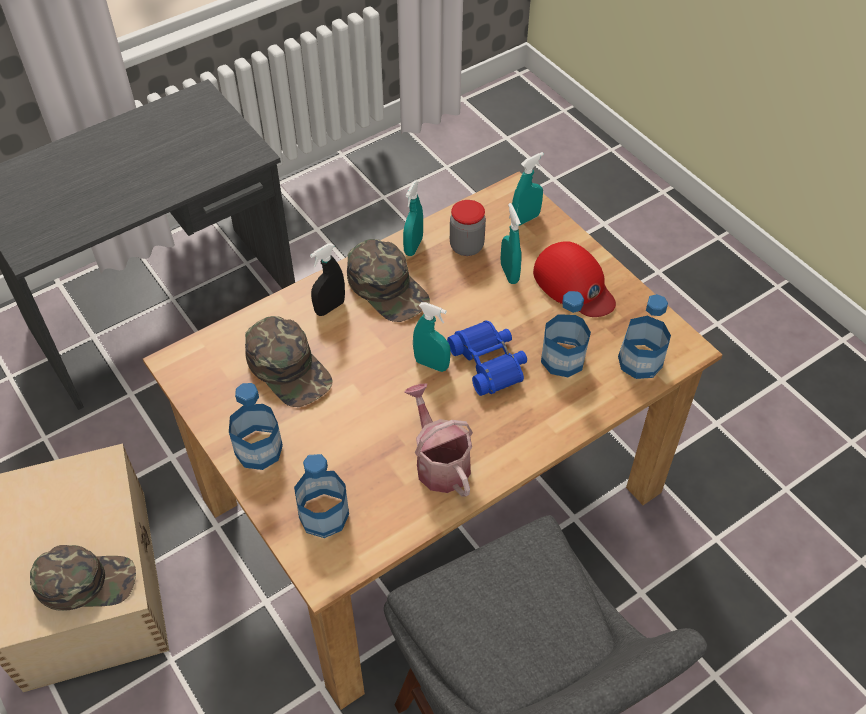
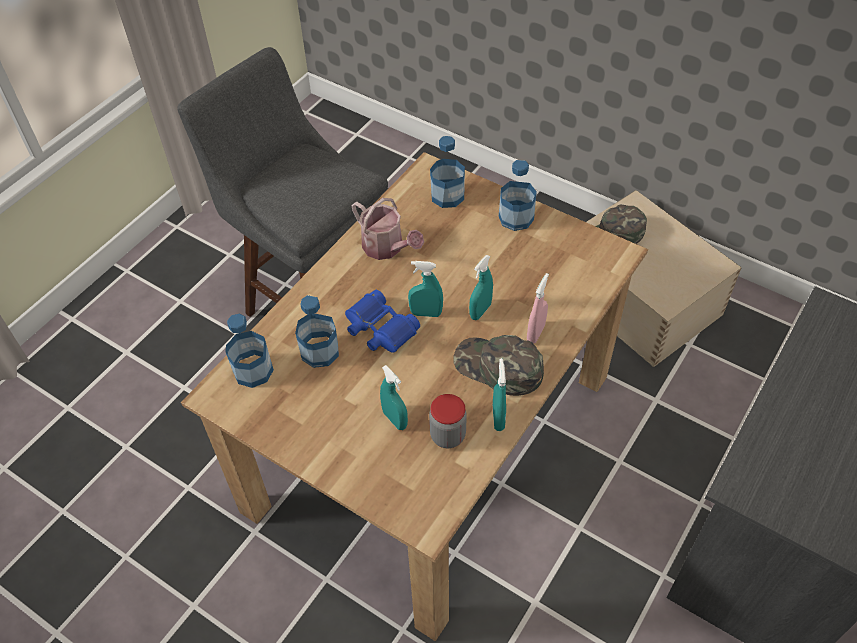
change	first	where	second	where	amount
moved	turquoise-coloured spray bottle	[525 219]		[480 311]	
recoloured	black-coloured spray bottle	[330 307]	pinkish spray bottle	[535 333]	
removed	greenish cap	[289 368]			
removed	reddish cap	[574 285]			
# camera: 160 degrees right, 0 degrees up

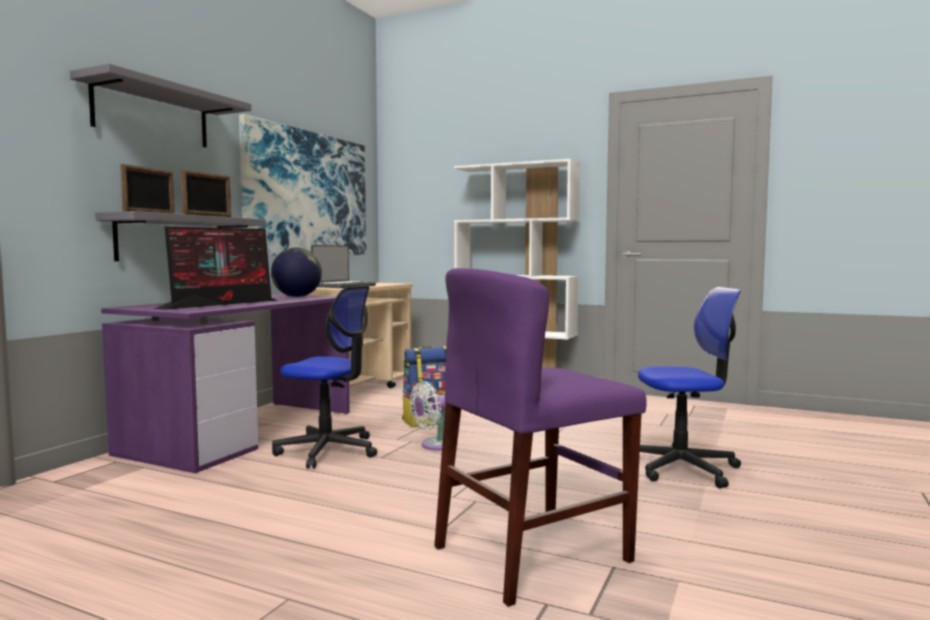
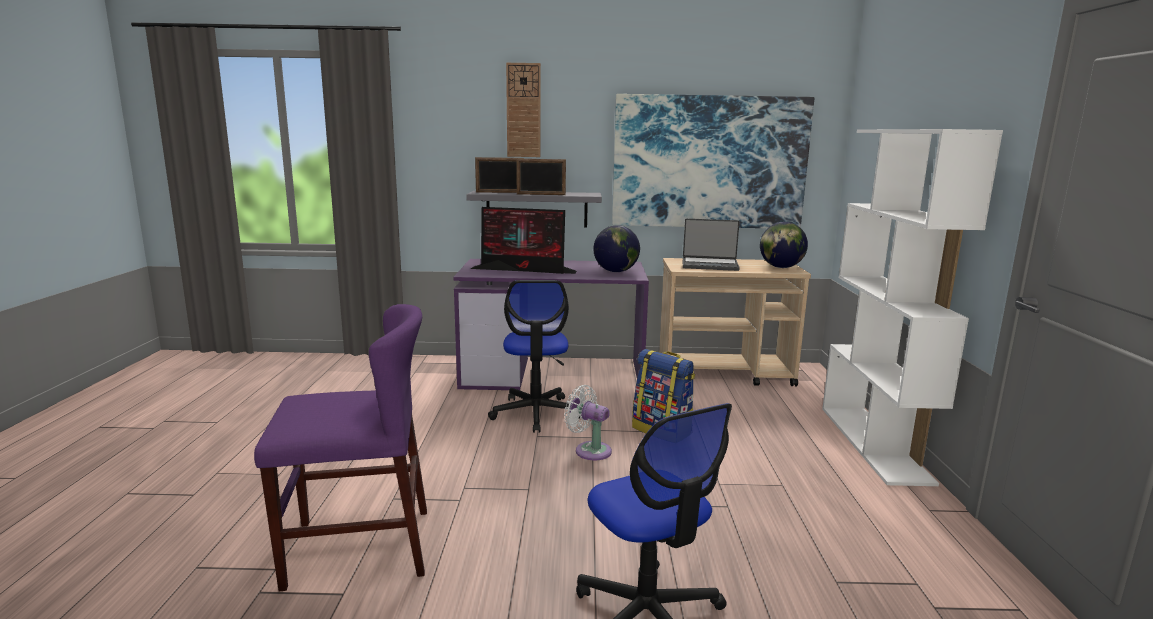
change	first	where	second	where	amount
turned	purplish chair	[532 554]		[359 548]	135 degrees clockwise
replaced	gray bracket shelf	[152 114]	hanging clock	[523 110]	
added			globe	[781 267]	
# camera: 65 degrees right, 10 degrees up

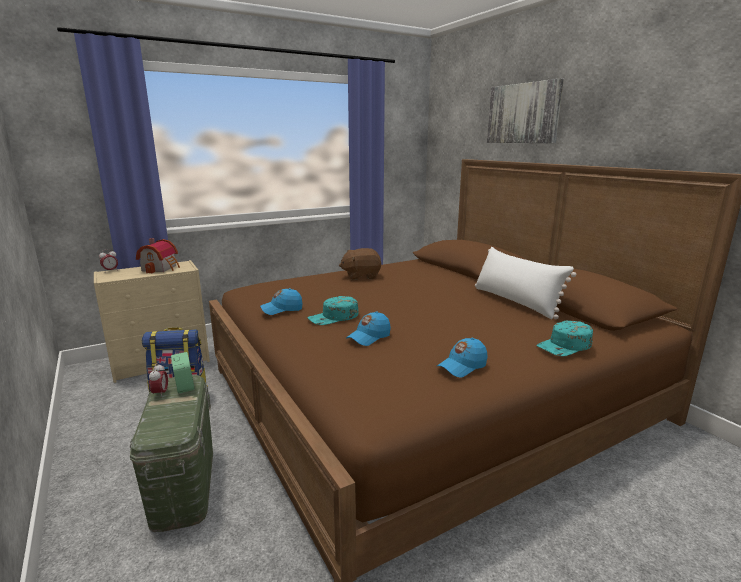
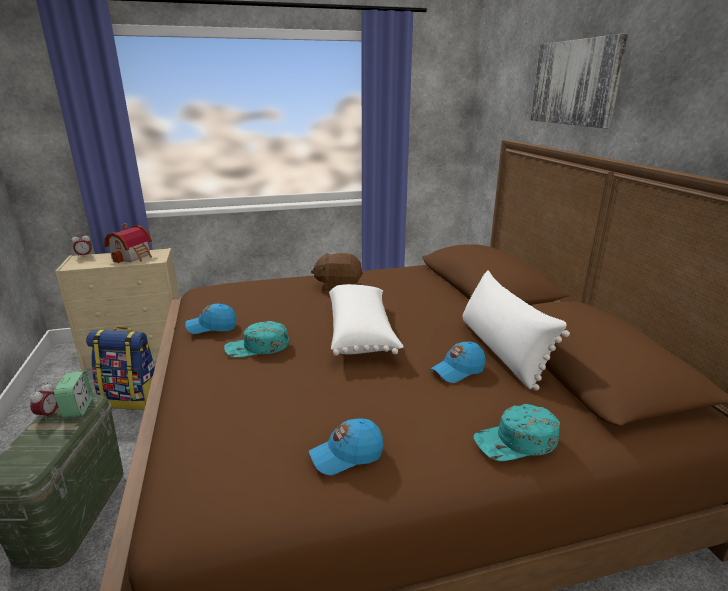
change	first	where	second	where	amount
added			white cushion	[361 333]	
moved	blue cap	[369 337]		[458 370]	
# camera: 15 degrees right, 5 degrees up

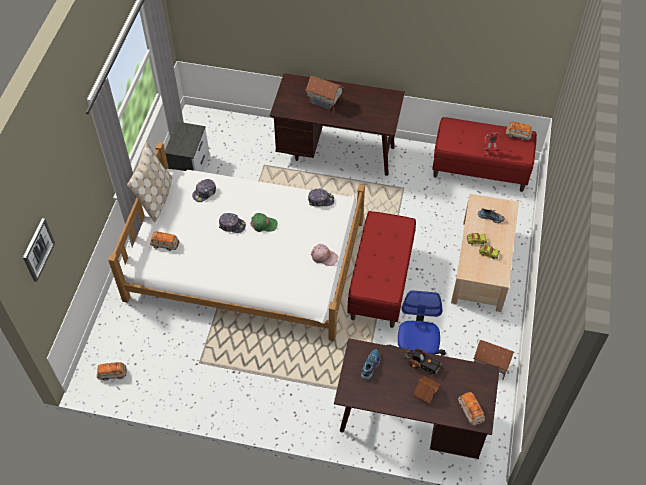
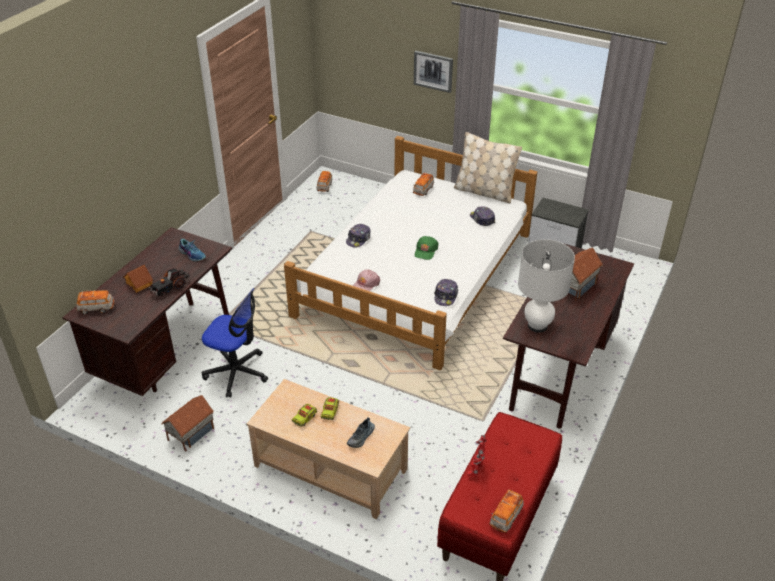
change	first	where	second	where	amount
moved	cap	[232 225]		[358 239]	
moved	wall art	[37 249]		[433 71]	
added			white lamp for a table	[537 325]	
removed	reddish indoor bench	[380 282]			
# camera: 105 degrees right, 15 degrees down

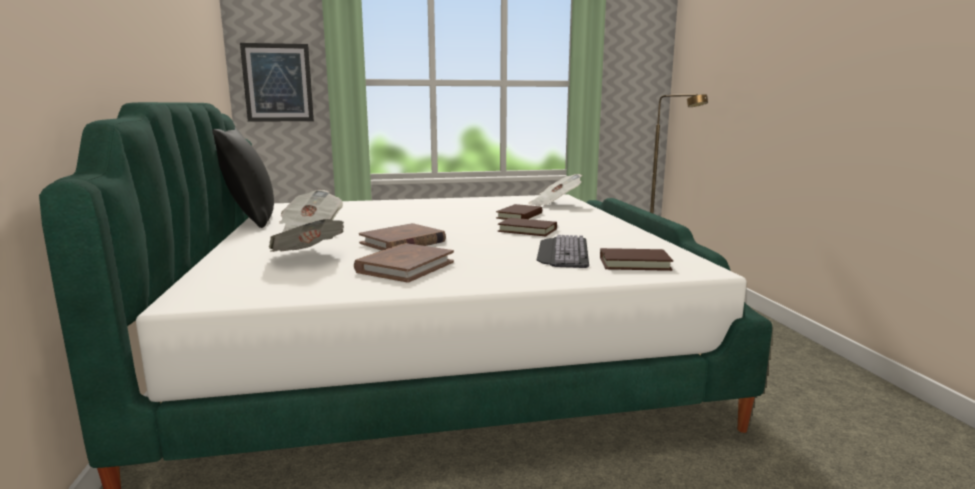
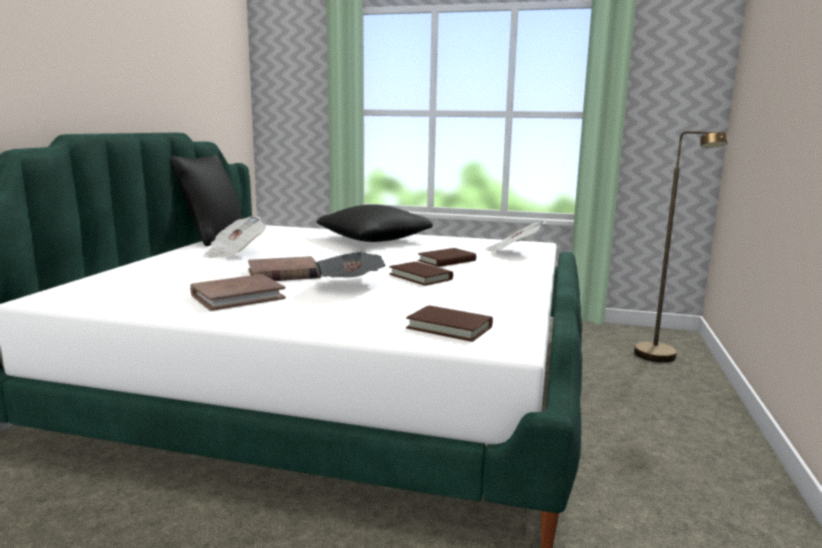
change	first	where	second	where	amount
moved	newspaper	[308 257]		[350 286]	
added			black-coloured cushion	[374 239]	
removed	wall art	[278 83]			
removed	computer keyboard	[562 251]			
# camera: 25 degrees right, 0 degrees up

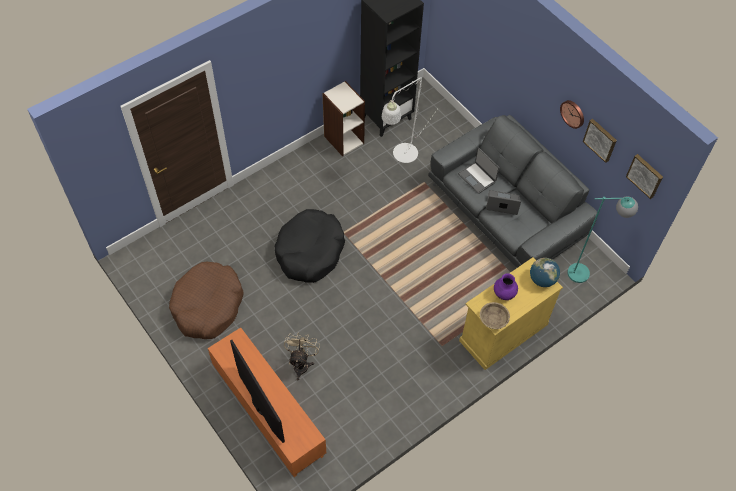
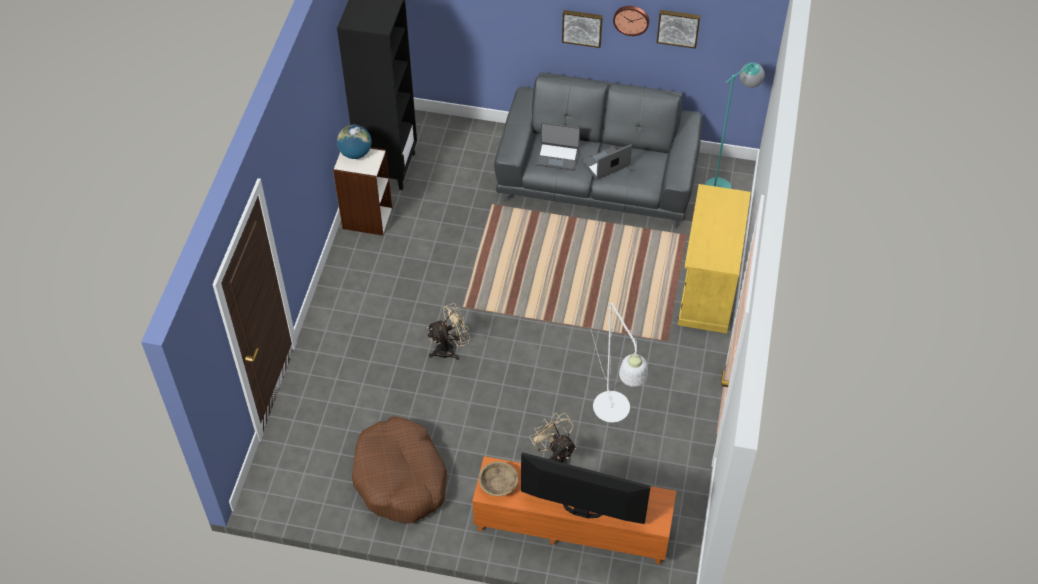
change	first	where	second	where	amount
moved	globe	[542 279]		[355 153]	
replaced	black-coloured dog bed	[310 251]	sand-coloured fan	[449 349]	
moved	sand-coloured bowl	[493 320]		[498 484]	
moved	wall art	[645 175]		[582 27]	
moved	white floor lamp	[402 157]		[614 415]	
removed	purplish vase	[504 293]			
# camera: 40 degrees left, 5 degrees down

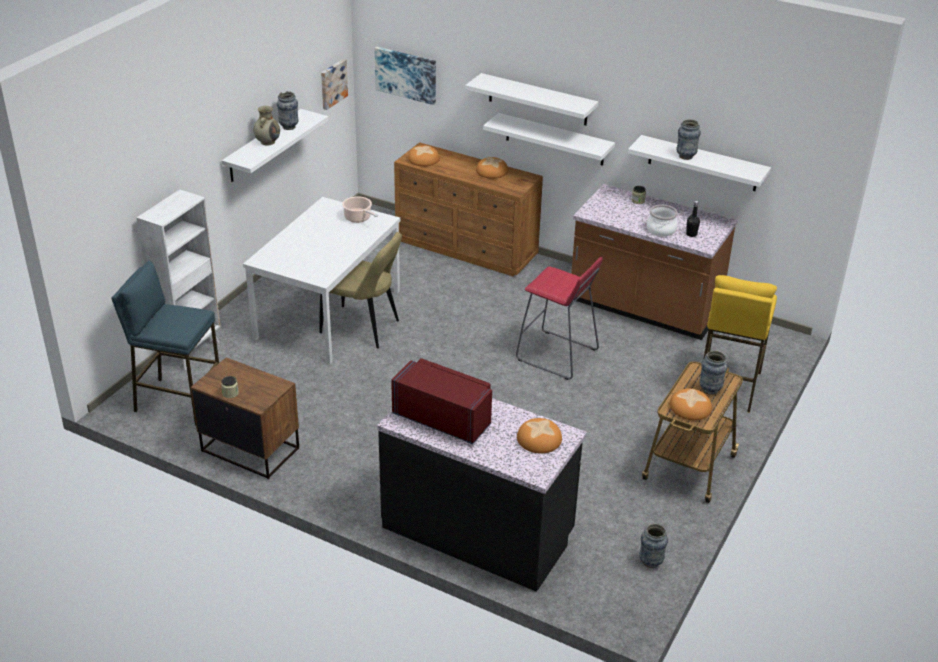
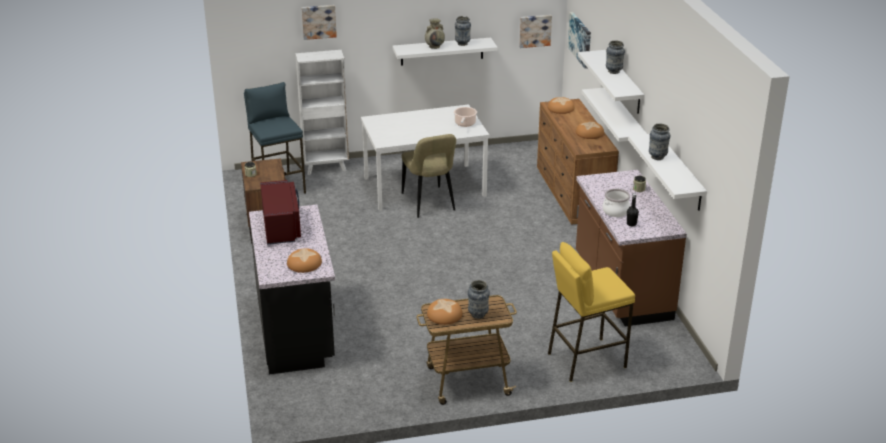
change	first	where	second	where	amount
added			wall art	[318 21]	
moved	vase	[651 562]		[614 71]	
removed	reddish sitting stool	[557 355]			
# camera: 50 degrees right, 5 degrees down

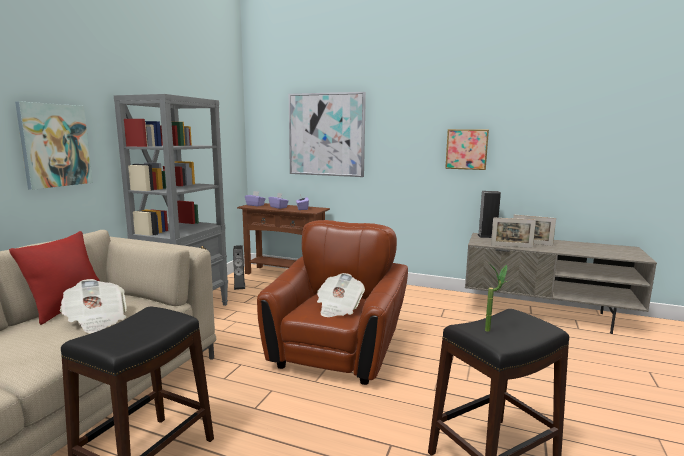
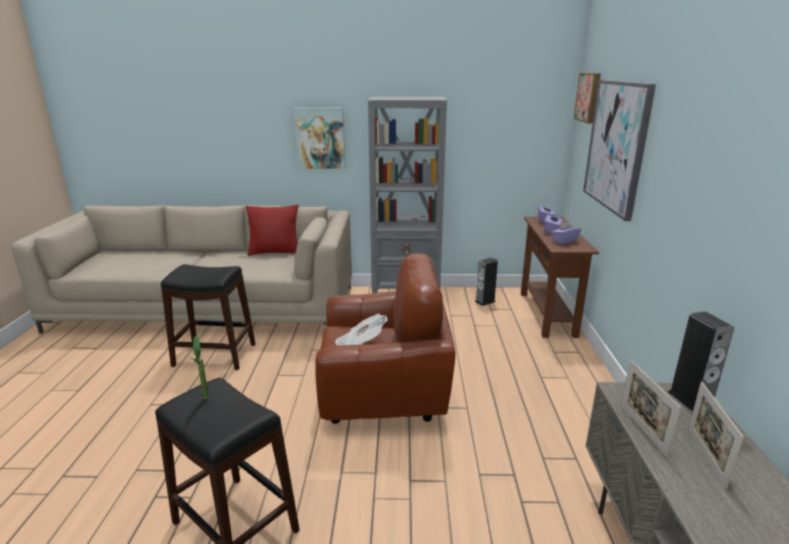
change	first	where	second	where	amount
moved	wall art	[466 149]		[589 97]	
removed	newspaper	[96 320]			
# camera: 70 degrees right, 10 degrees up

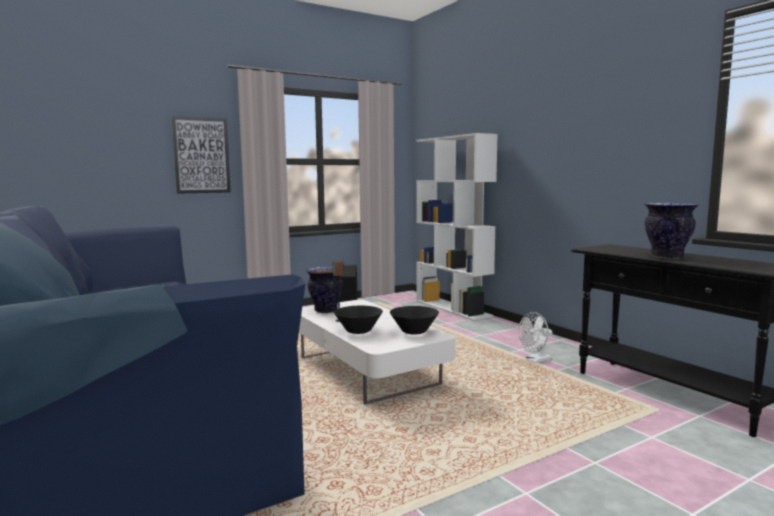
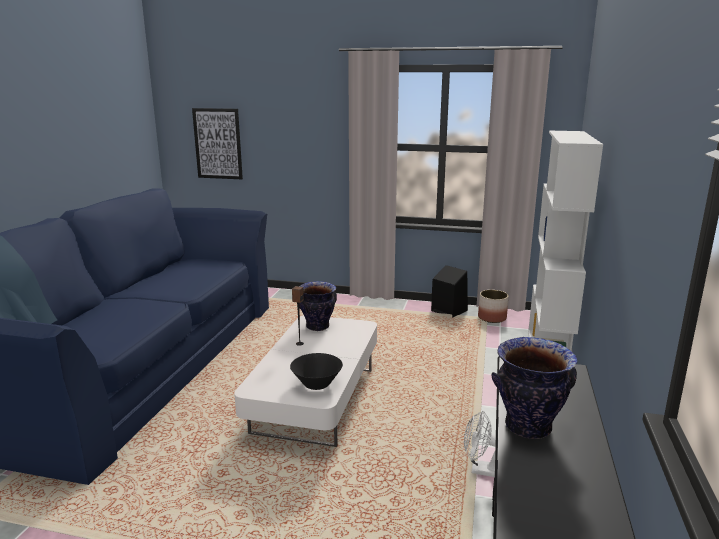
change	first	where	second	where	amount
moved	wall art	[201 155]		[218 143]	
added			plant pot	[492 318]	
removed	black-coloured bowl	[358 331]			
# camera: 45 degrees right, 10 degrees up

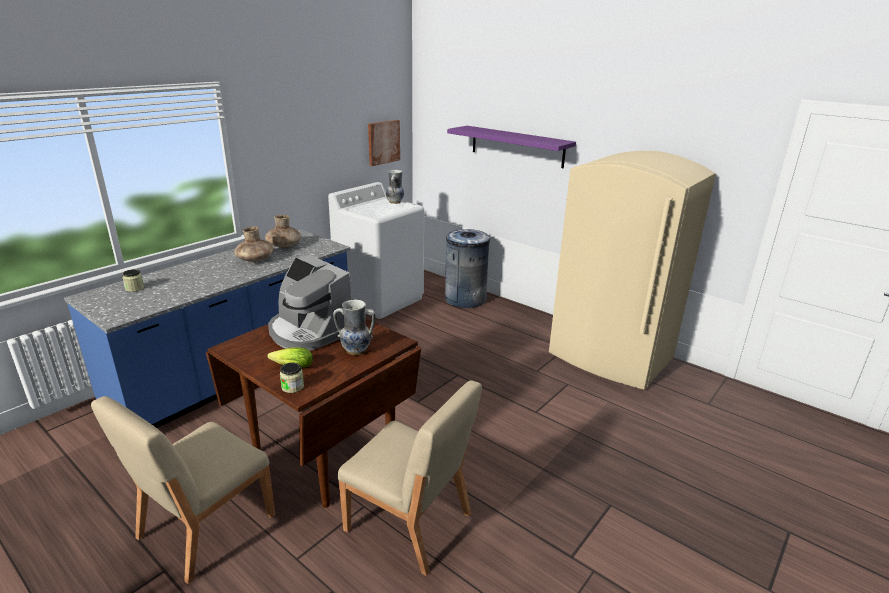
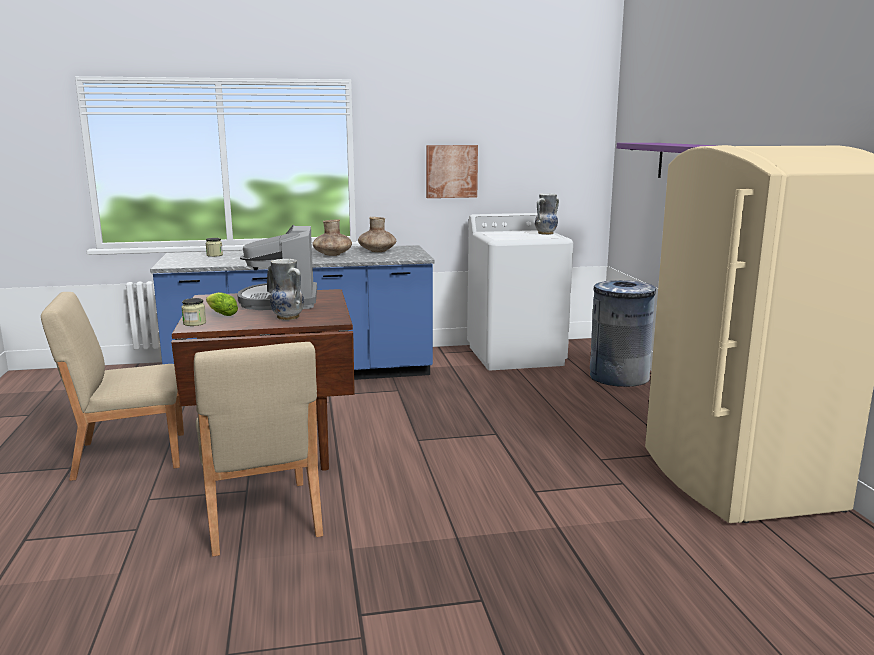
change	first	where	second	where	amount
moved	wall art	[383 142]		[451 171]	
# camera: 40 degrees right, 10 degrees down

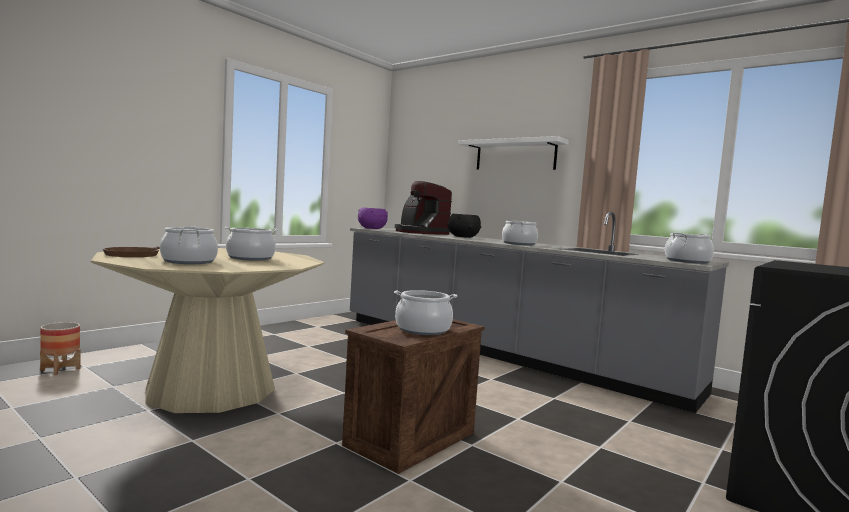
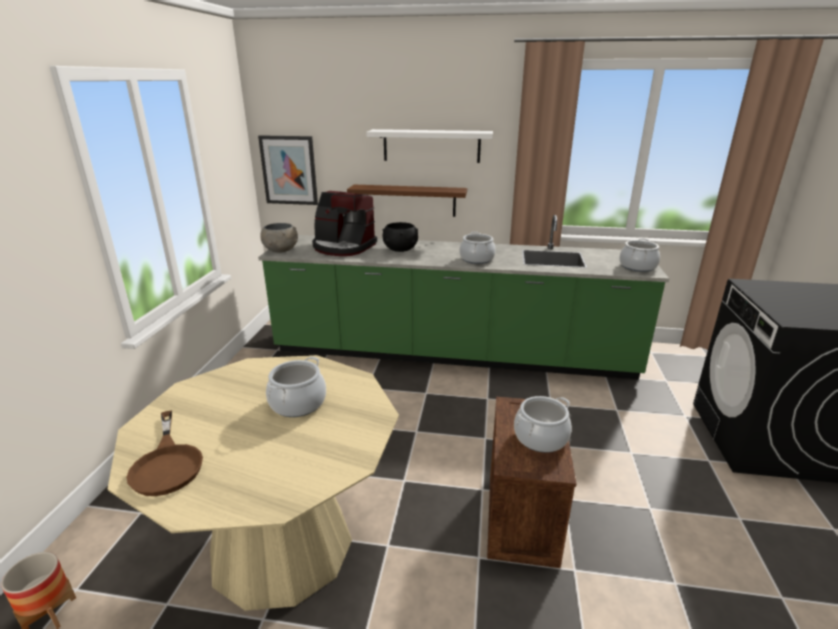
change	first	where	second	where	amount
added			wall art	[289 170]	
recoloured	gray counter	[498 352]	greenish counter	[452 353]	
recoloured	purplish bowl	[372 228]	gray bowl	[280 250]	
added			brown bracket shelf	[409 200]	
removed	stockpot	[188 261]			
# camera: 30 degrees left, 20 degrees up

